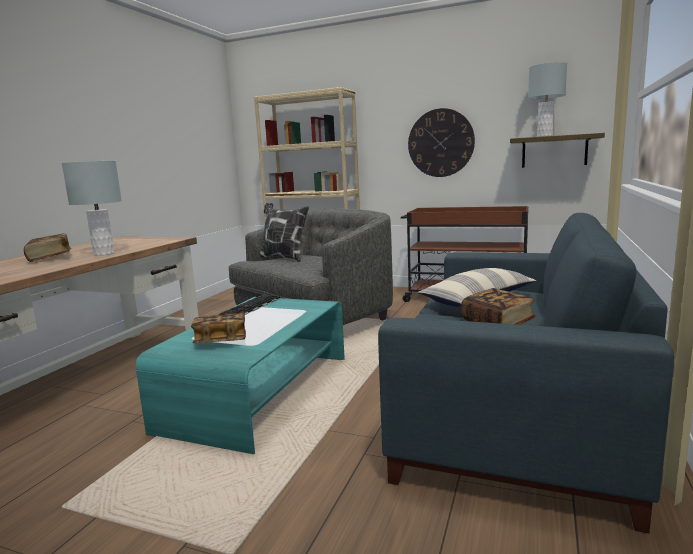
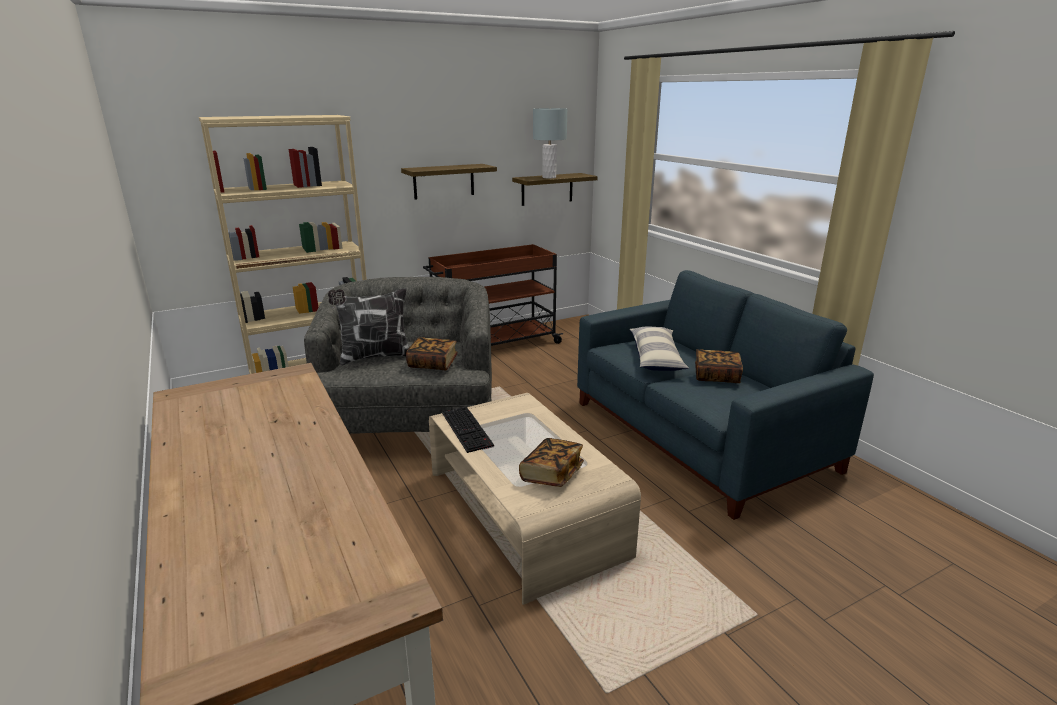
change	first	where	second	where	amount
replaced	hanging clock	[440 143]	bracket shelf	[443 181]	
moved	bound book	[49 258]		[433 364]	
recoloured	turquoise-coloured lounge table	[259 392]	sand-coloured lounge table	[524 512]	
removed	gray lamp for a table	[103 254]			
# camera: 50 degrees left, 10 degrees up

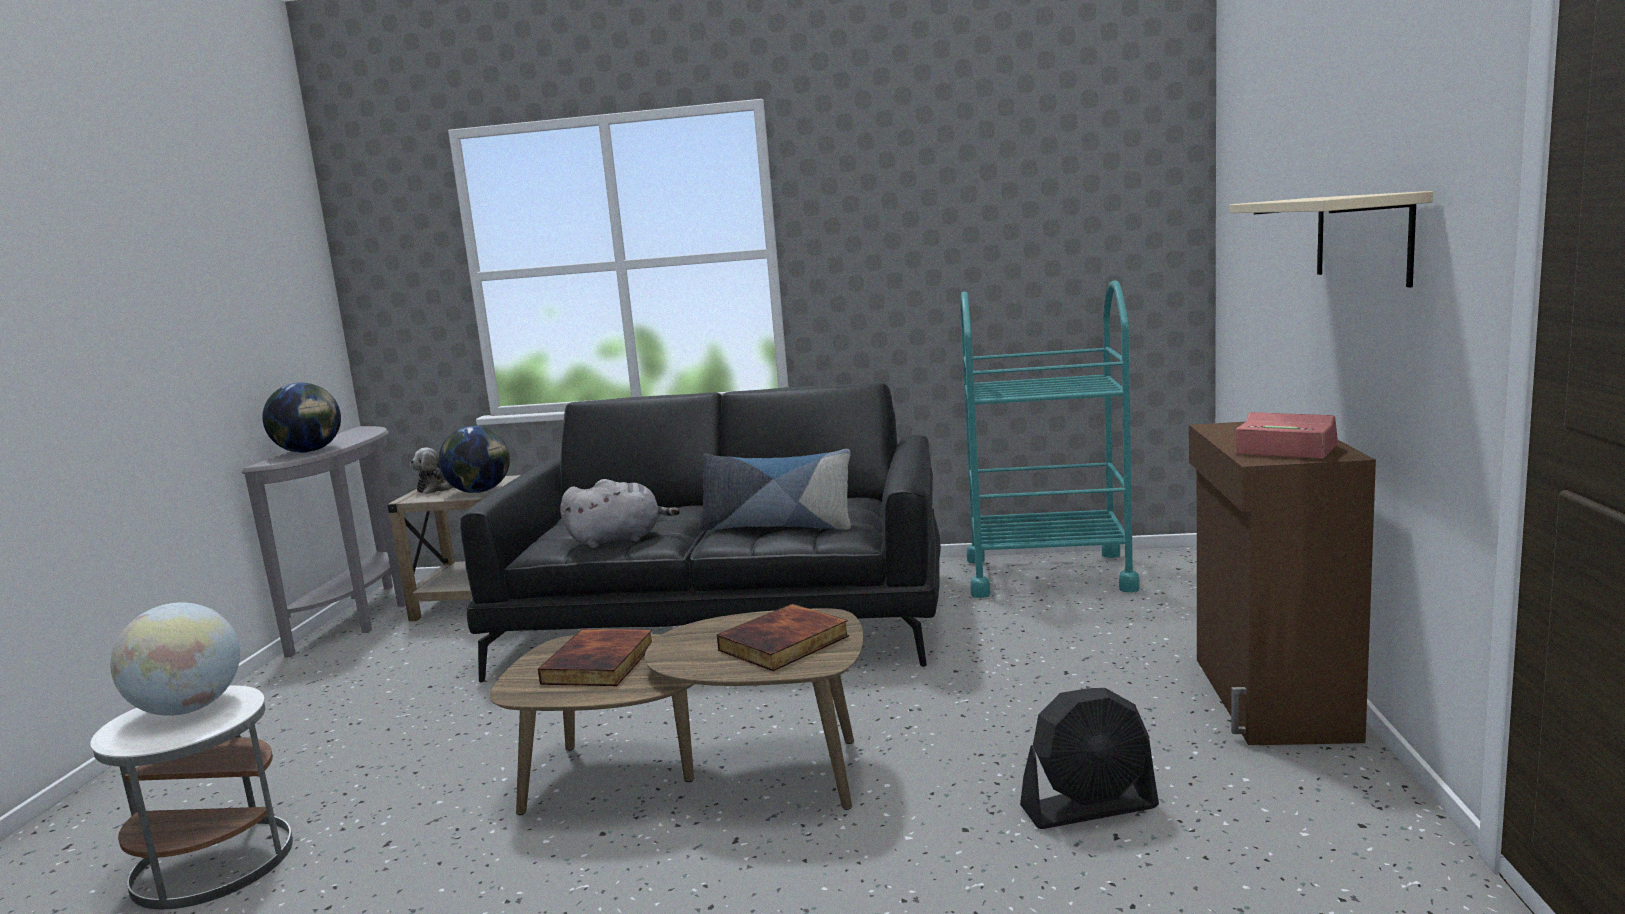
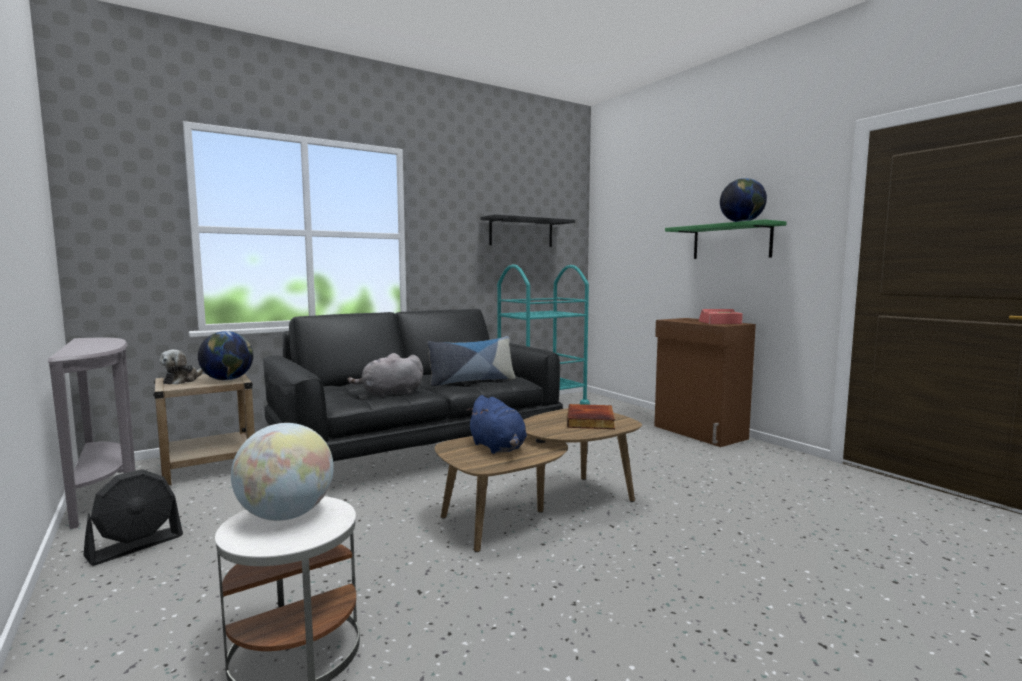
change	first	where	second	where	amount
moved	black-coloured fan	[1089 807]		[135 546]	
turned	gray cuddly toy	[619 539]		[390 394]	150 degrees counterclockwise
replaced	bound book	[601 664]	blue cuddly toy	[498 448]	
added			black-coloured bracket shelf	[521 232]	
recoloured	sand-coloured bracket shelf	[1362 237]	greenish bracket shelf	[731 242]	
moved	globe	[309 451]		[741 222]	
# camera: 40 degrees left, 5 degrees down

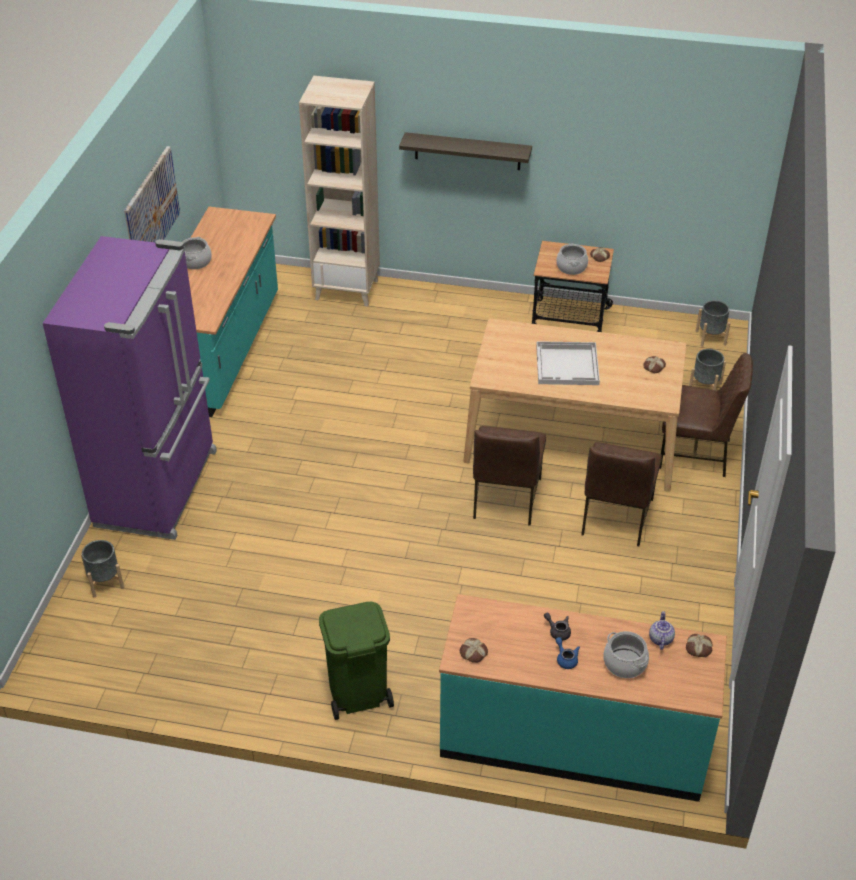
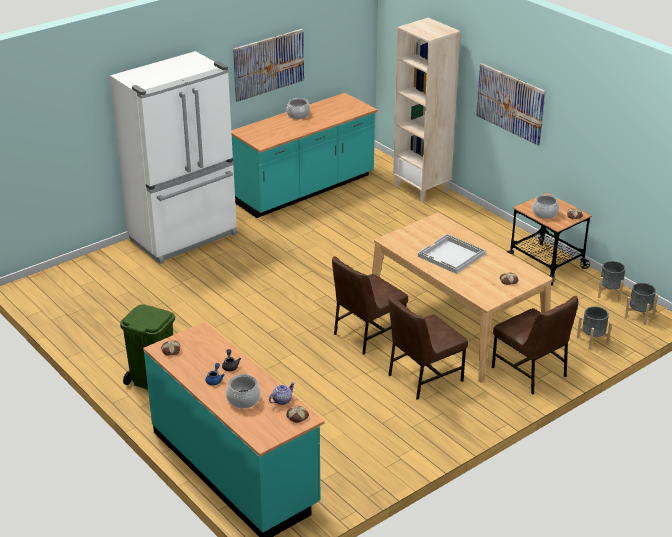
change	first	where	second	where	amount
recoloured	purplish refrigerator	[159 488]	white refrigerator	[185 238]	
replaced	bracket shelf	[467 151]	wall art	[510 103]	
moved	gray plant pot	[105 581]		[610 293]	
# camera: 40 degrees right, 10 degrees down

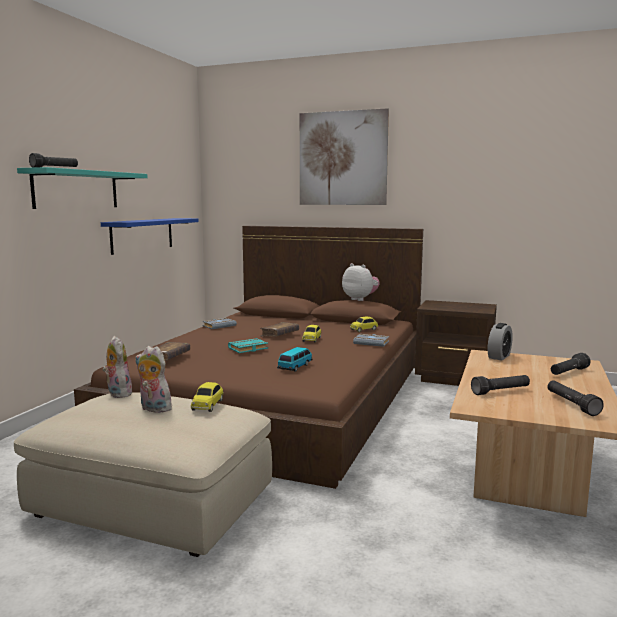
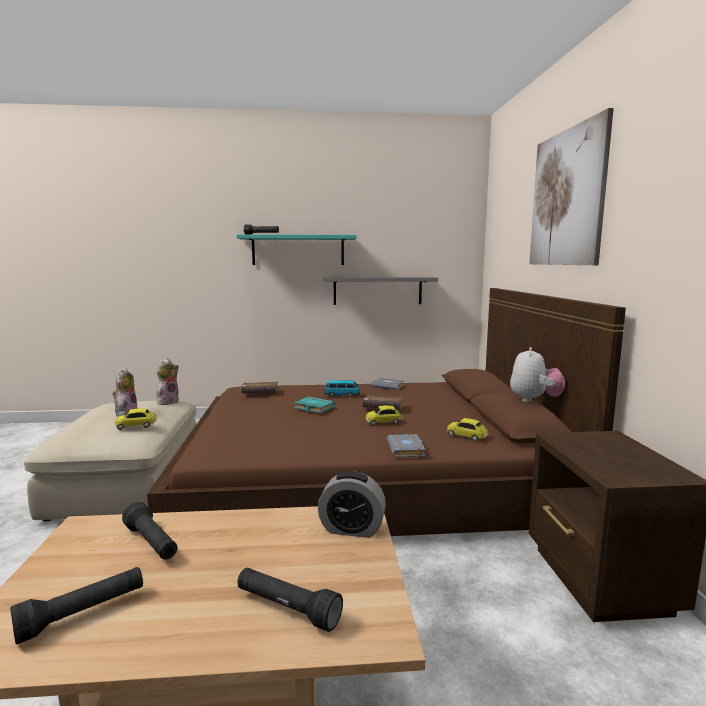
change	first	where	second	where	amount
recoloured	blue bracket shelf	[142 235]	gray bracket shelf	[377 290]	
moved	toy car	[295 367]		[342 395]	
# camera: 65 degrees right, 0 degrees up

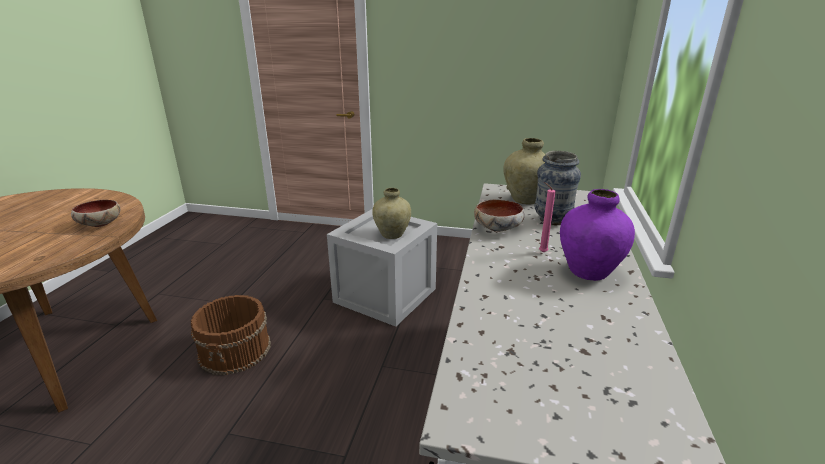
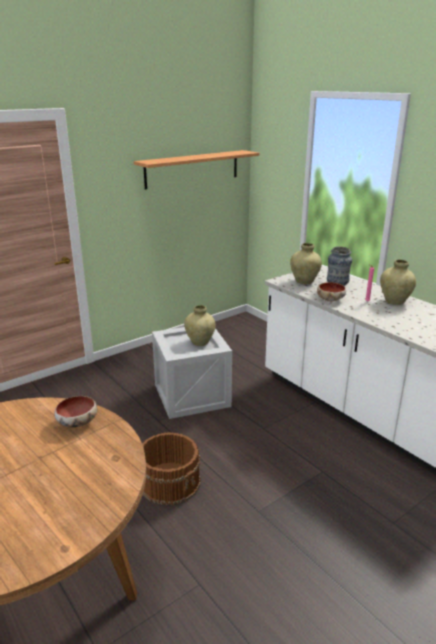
change	first	where	second	where	amount
added			bracket shelf	[192 169]	
recoloured	purplish vase	[588 272]	sand-coloured vase	[394 301]	
# camera: 50 degrees left, 0 degrees up

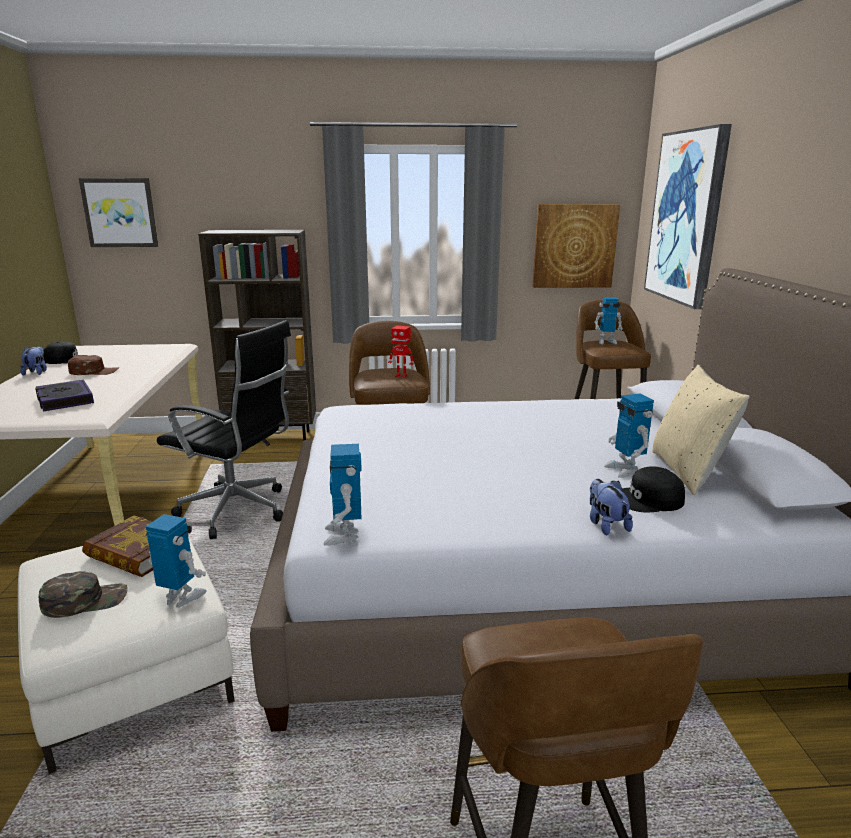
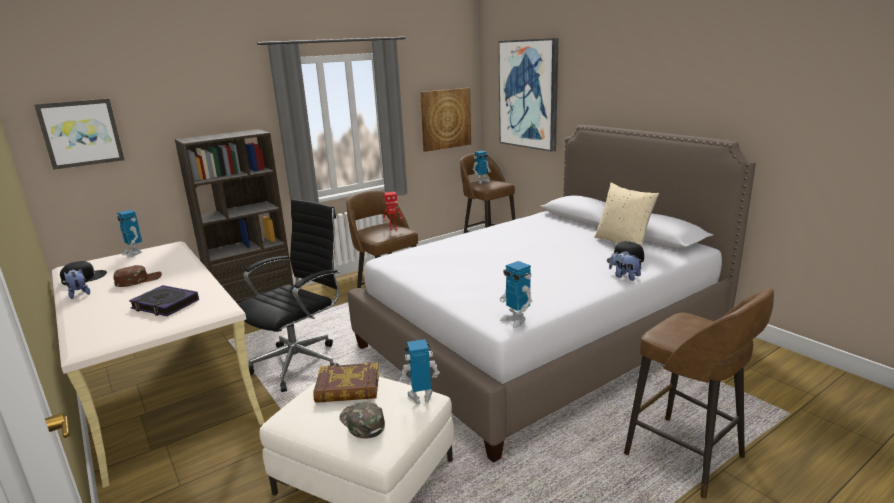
change	first	where	second	where	amount
moved	toy robot	[625 470]		[134 253]	
turned	black-coloured desk chair	[239 512]		[300 363]	45 degrees counterclockwise
turned	greenish cap	[85 600]		[361 422]	75 degrees counterclockwise
# camera: 30 degrees left, 0 degrees up

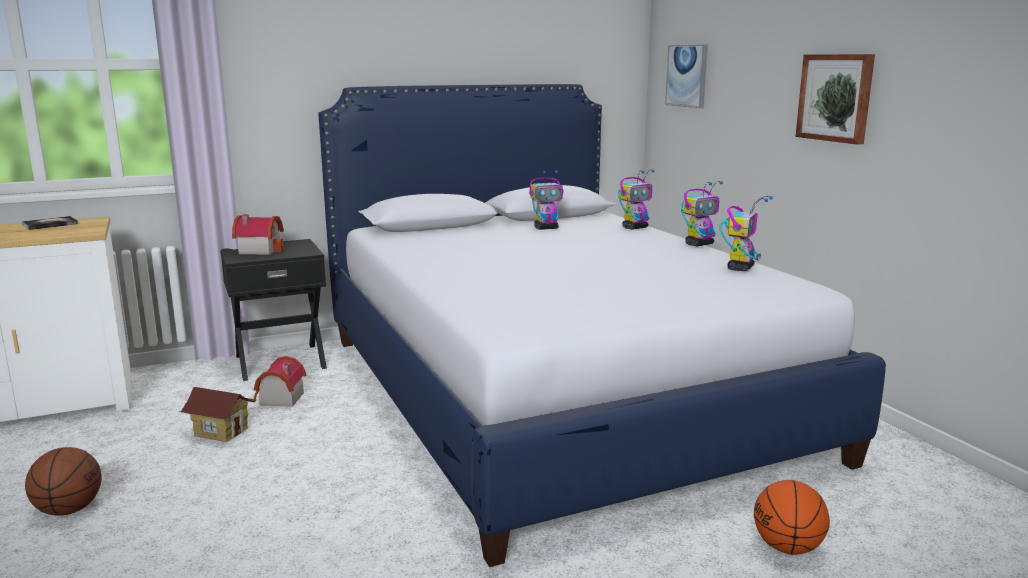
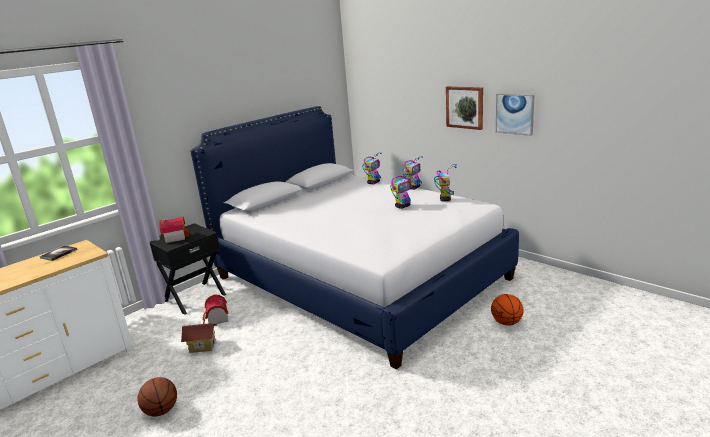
change	first	where	second	where	amount
moved	toy robot	[546 228]		[403 206]	
moved	wall art	[687 75]		[515 114]	
# camera: 20 degrees left, 5 degrees up

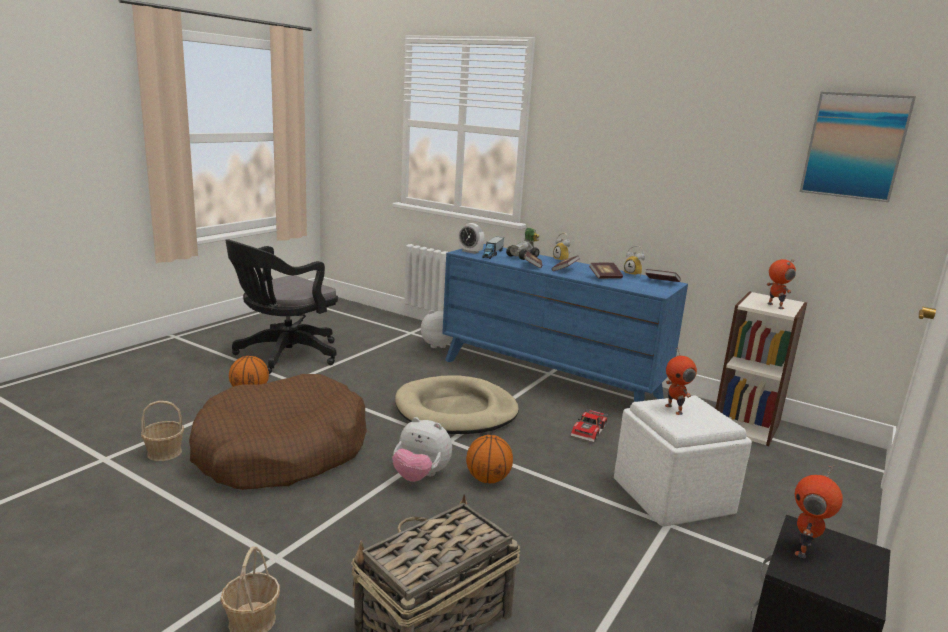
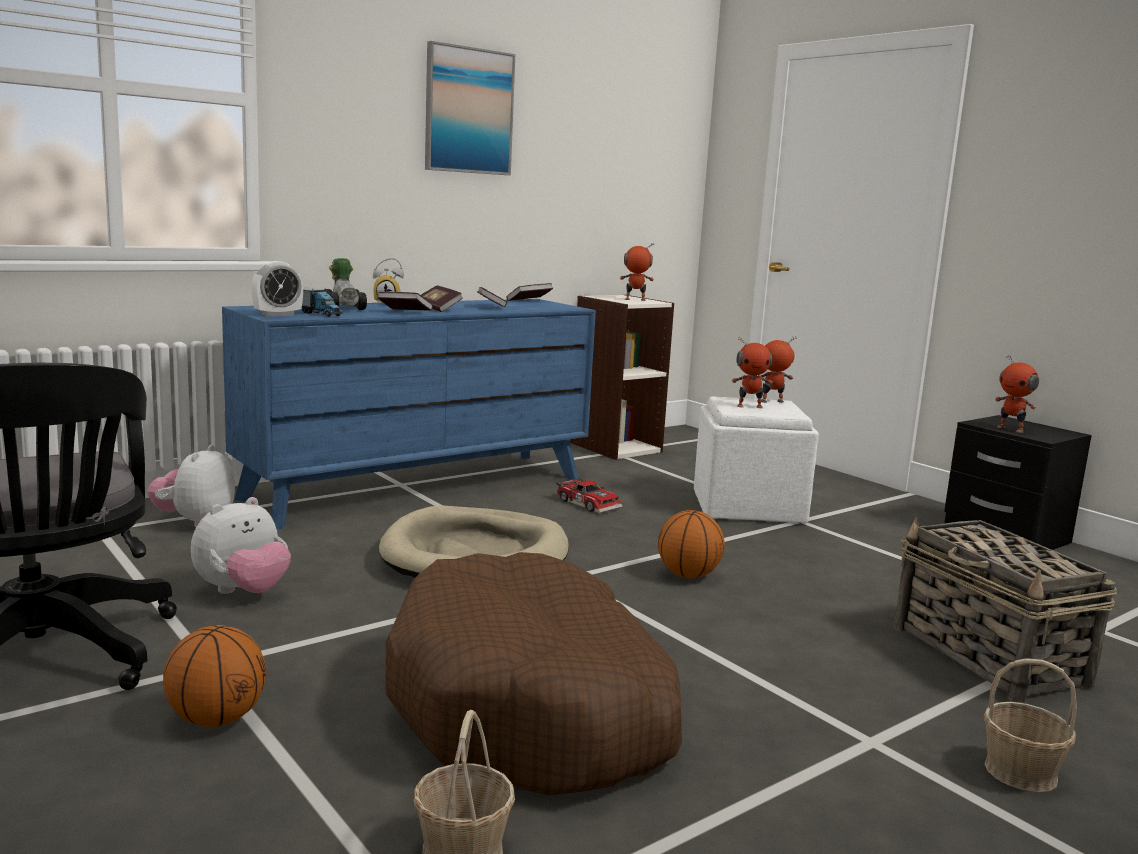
change	first	where	second	where	amount
moved	cuddly toy	[420 476]		[243 592]	
moved	wall art	[855 146]		[468 111]	
added			toy robot	[772 402]	
removed	bedside clock	[634 275]			
# camera: 70 degrees left, 5 degrees down

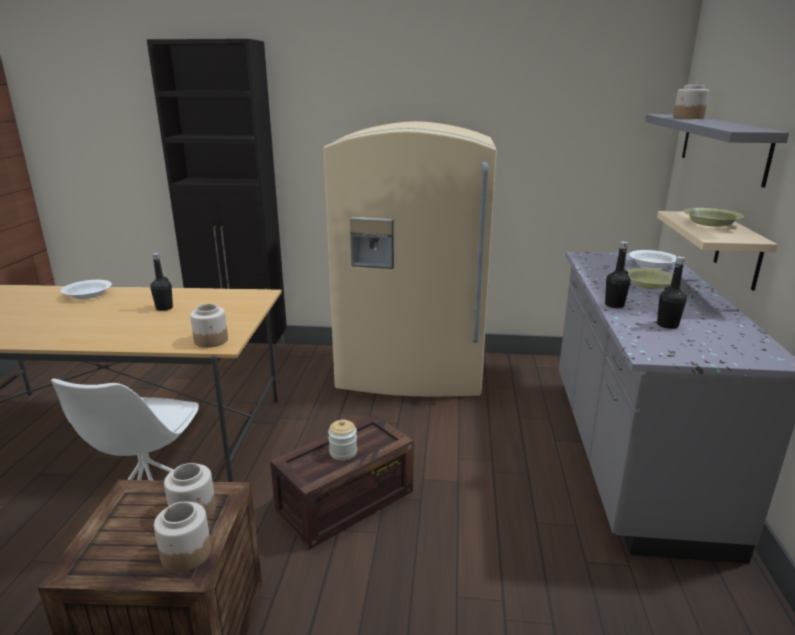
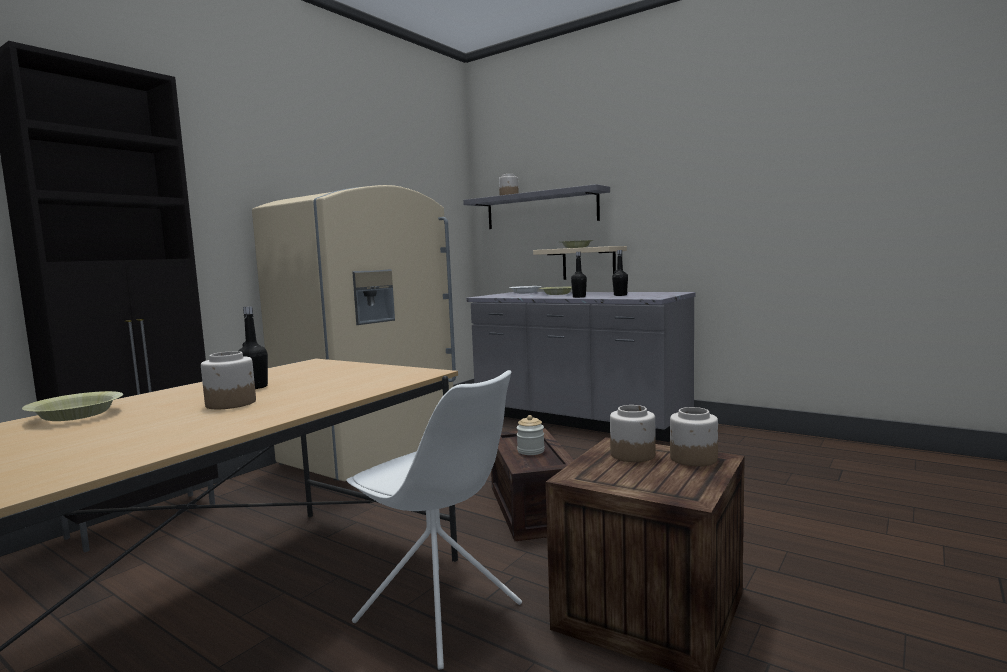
change	first	where	second	where	amount
recoloured	white bowl	[88 295]	yellow-coloured bowl	[77 416]	
moved	jar	[211 341]		[231 403]	
# camera: 60 degrees left, 15 degrees down

